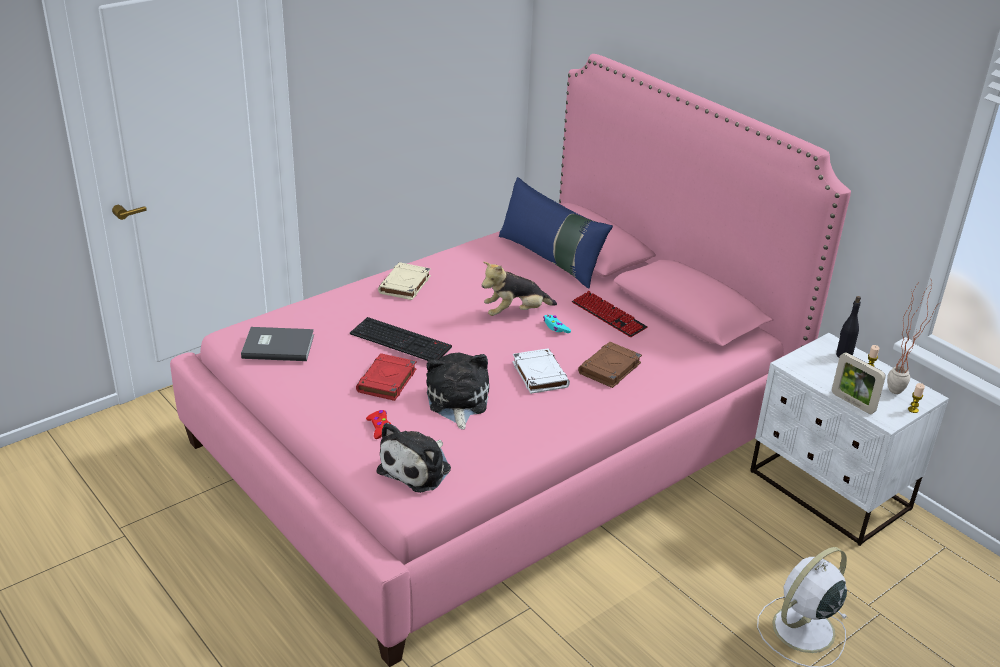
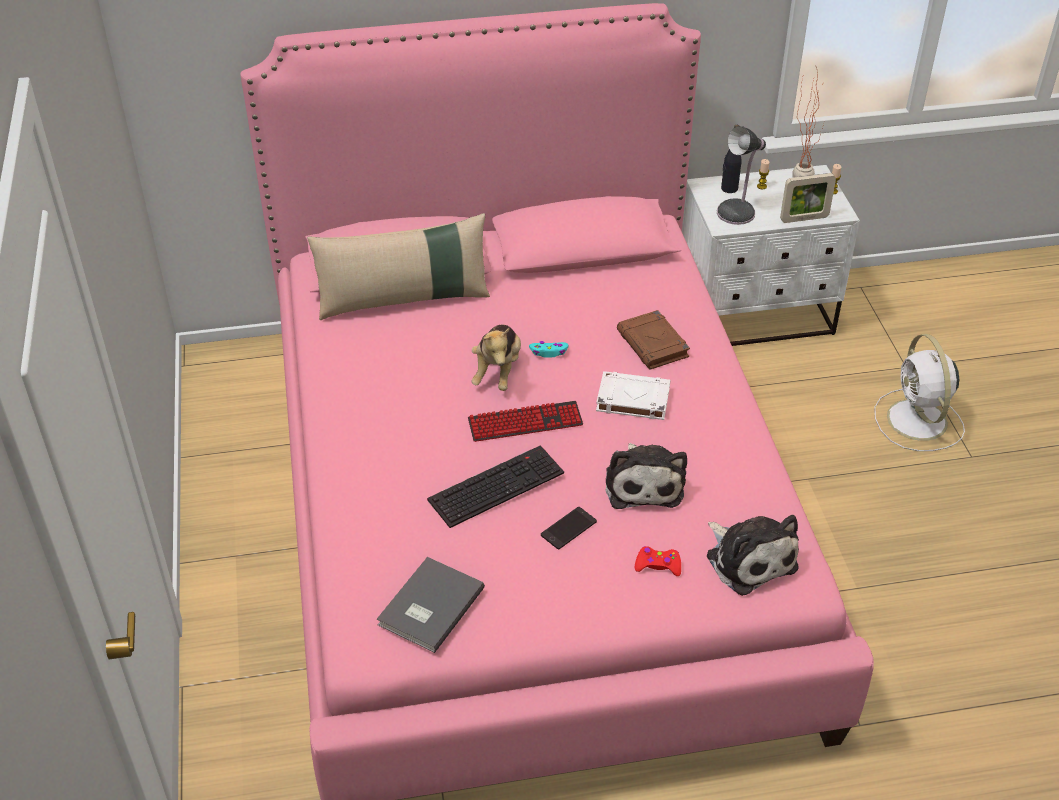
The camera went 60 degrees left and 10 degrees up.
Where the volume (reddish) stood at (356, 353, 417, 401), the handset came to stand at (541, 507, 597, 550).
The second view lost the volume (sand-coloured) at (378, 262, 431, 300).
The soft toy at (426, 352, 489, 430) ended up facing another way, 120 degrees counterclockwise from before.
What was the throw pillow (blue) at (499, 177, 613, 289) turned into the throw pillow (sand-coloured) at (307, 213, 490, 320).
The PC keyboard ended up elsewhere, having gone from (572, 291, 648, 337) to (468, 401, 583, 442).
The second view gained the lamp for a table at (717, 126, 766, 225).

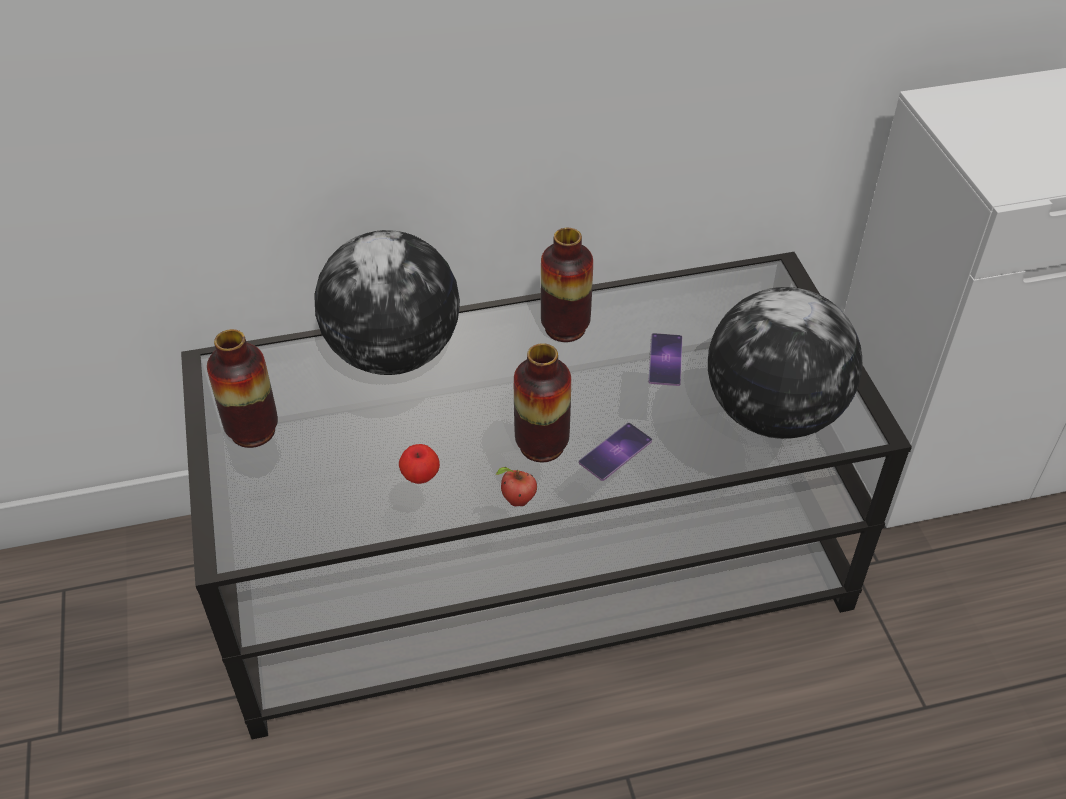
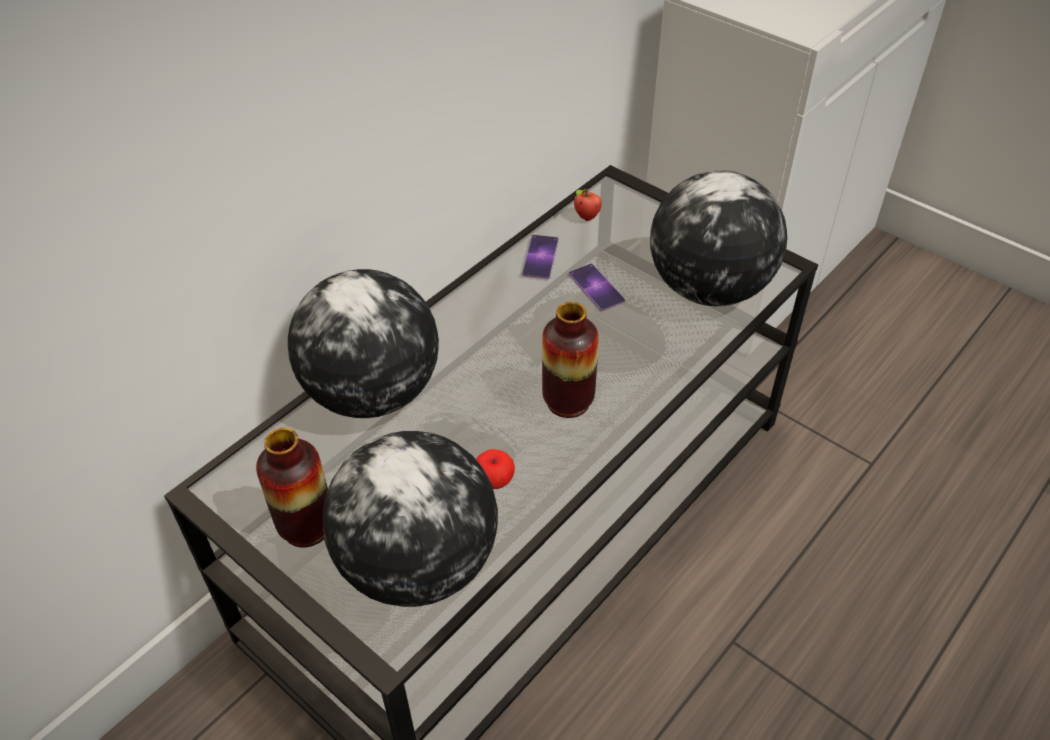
The camera went 35 degrees left and 0 degrees up.
The apple ended up elsewhere, having gone from (495, 467, 537, 506) to (574, 189, 602, 221).
The second view lost the flower vase at (541, 228, 593, 342).
The handset ended up elsewhere, having gone from (579, 423, 652, 481) to (522, 235, 559, 279).
The second view gained the world globe at (322, 431, 498, 607).

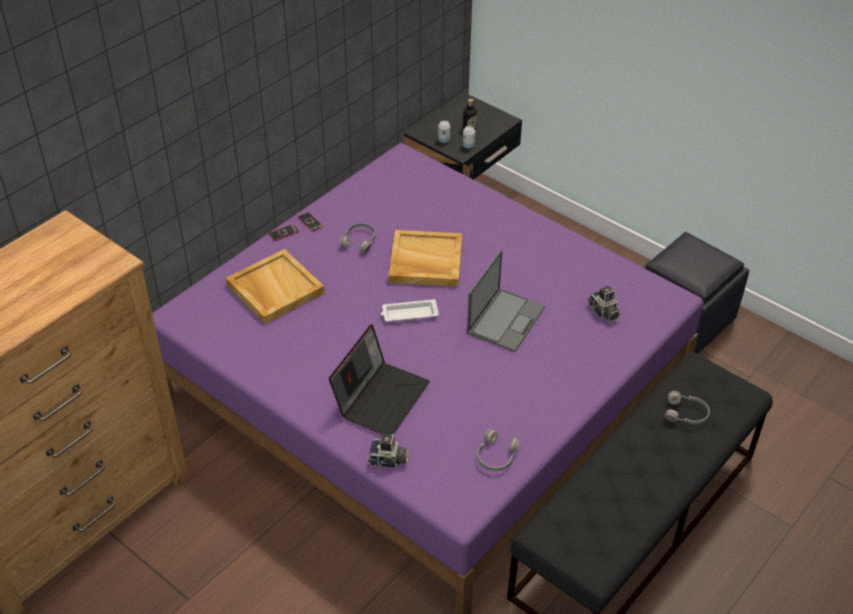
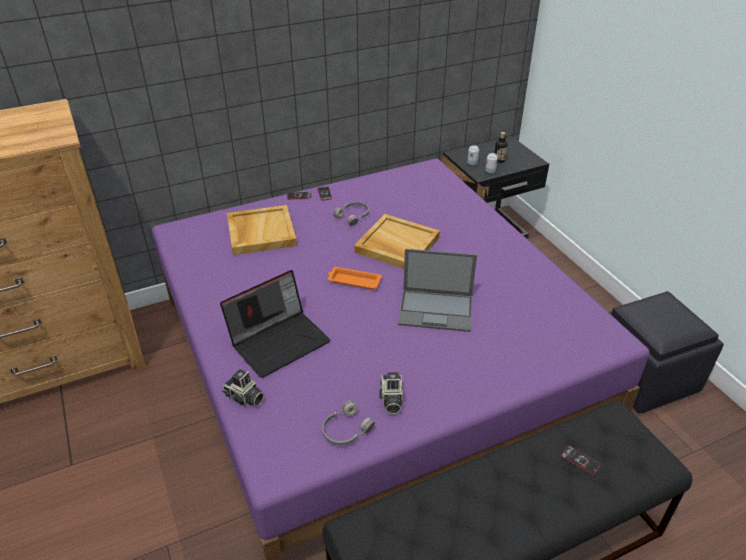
The camera went 25 degrees right and 5 degrees down.
What was the carrying tray (whitish) at (381, 299, 439, 322) turned into the carrying tray (orangey) at (328, 267, 382, 289).
The laptop at (467, 250, 545, 352) ended up facing another way, 45 degrees clockwise from before.
The still camera ended up elsewhere, having gone from (588, 286, 620, 322) to (379, 372, 403, 414).
Where the headset (gray) stood at (664, 391, 710, 424), the handset came to stand at (561, 446, 601, 475).

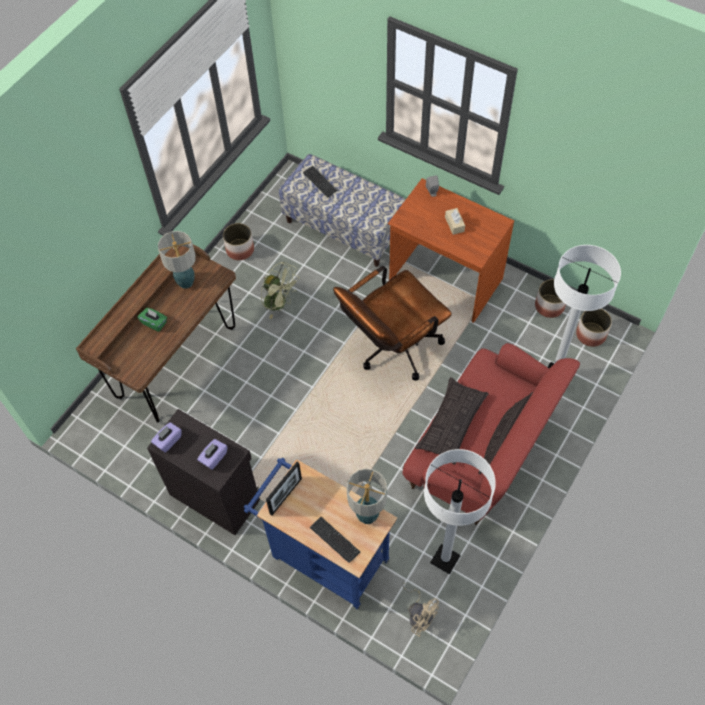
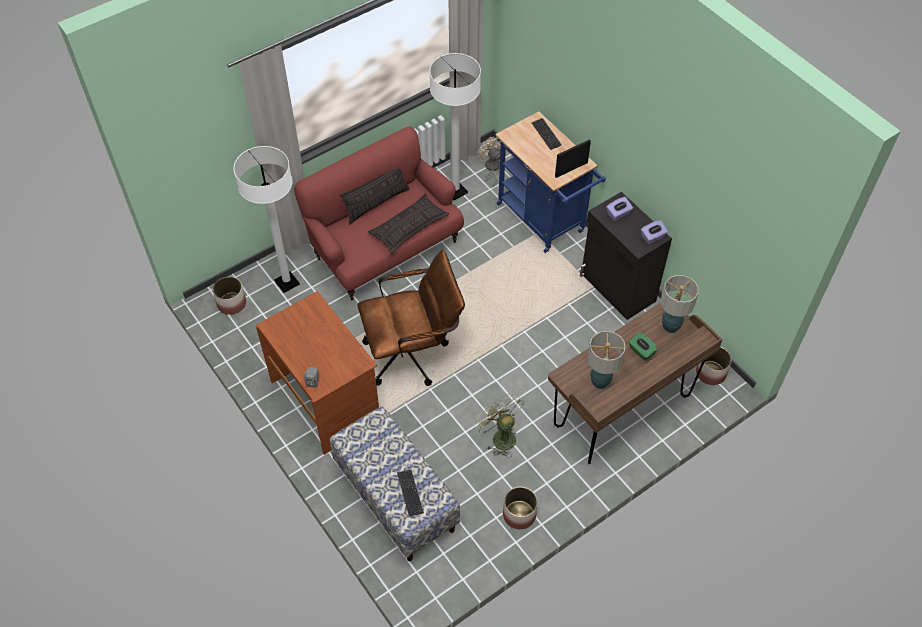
The camera went 160 degrees left and 5 degrees down.
The lamp for a table ended up elsewhere, having gone from (347, 468, 387, 524) to (661, 275, 699, 333).
The second view lost the tissue holder (sand-coloured) at (445, 208, 465, 235).
The flower pot ended up elsewhere, having gone from (535, 279, 566, 318) to (696, 347, 732, 385).

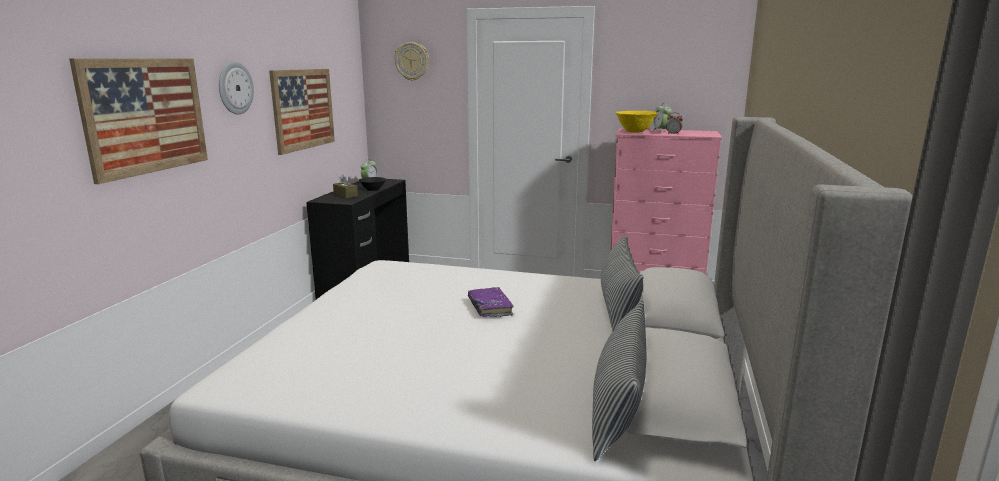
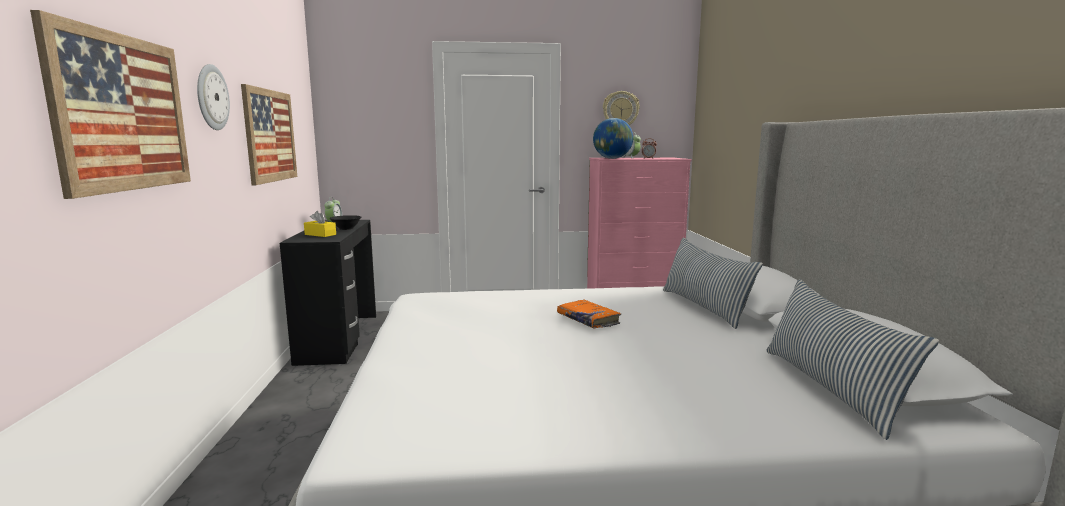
The camera went 20 degrees left and 5 degrees down.
What was the tissue holder (brown) at (333, 174, 358, 198) turned into the tissue holder (yellow) at (304, 211, 336, 237).
The hanging clock ended up elsewhere, having gone from (394, 42, 429, 81) to (603, 91, 640, 125).
What was the volume (purple-coloured) at (468, 287, 514, 317) turned into the volume (orangey) at (557, 300, 621, 328).
Where the bowl (yellow) stood at (616, 111, 657, 133), the world globe came to stand at (593, 118, 633, 159).

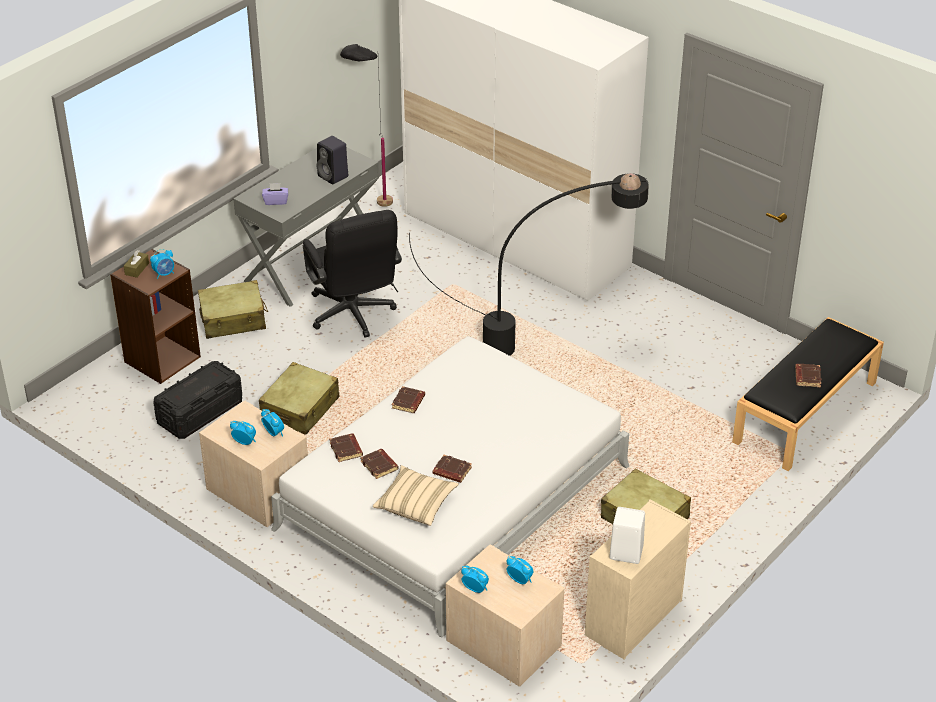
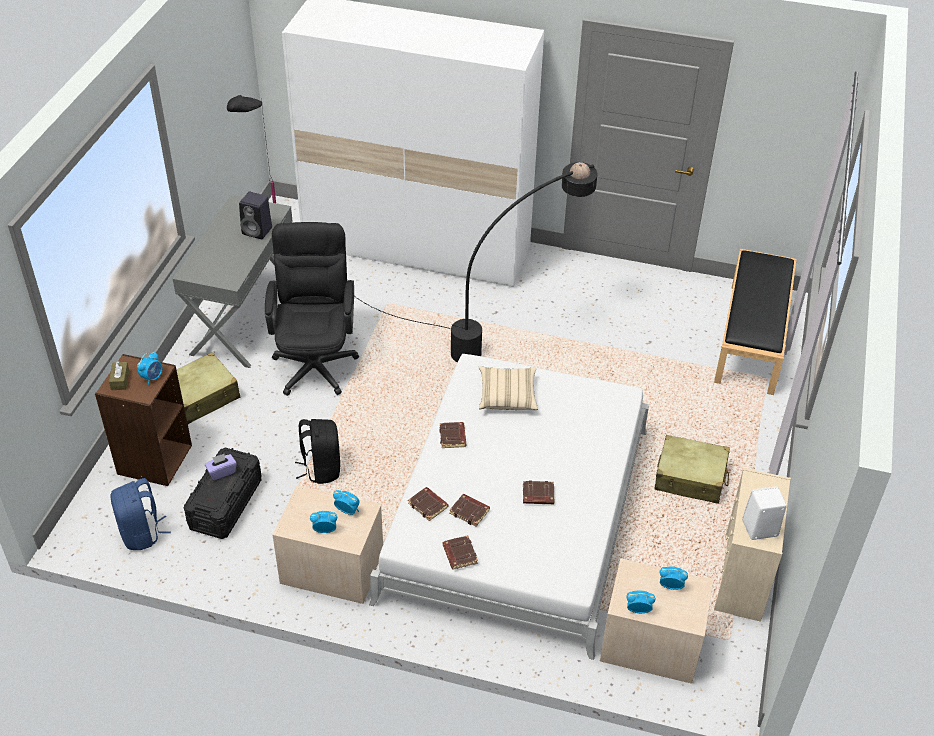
The camera went 25 degrees left and 5 degrees up.
Where the piece of luggage (sand-coloured) stood at (259, 362, 339, 435), the rucksack (blackish) came to stand at (295, 419, 340, 484).
The tissue holder (purple-coloured) ended up elsewhere, having gone from (262, 183, 288, 205) to (205, 454, 237, 480).
The desk chair (blackish) at (303, 210, 402, 337) ended up facing another way, 135 degrees counterclockwise from before.
The throw pillow (sand-coloured) ended up elsewhere, having gone from (373, 465, 459, 526) to (479, 366, 538, 410).
The volume (brown) ended up elsewhere, having gone from (795, 364, 822, 387) to (443, 535, 478, 569).
The second view gained the rucksack (blue) at (110, 478, 171, 550).

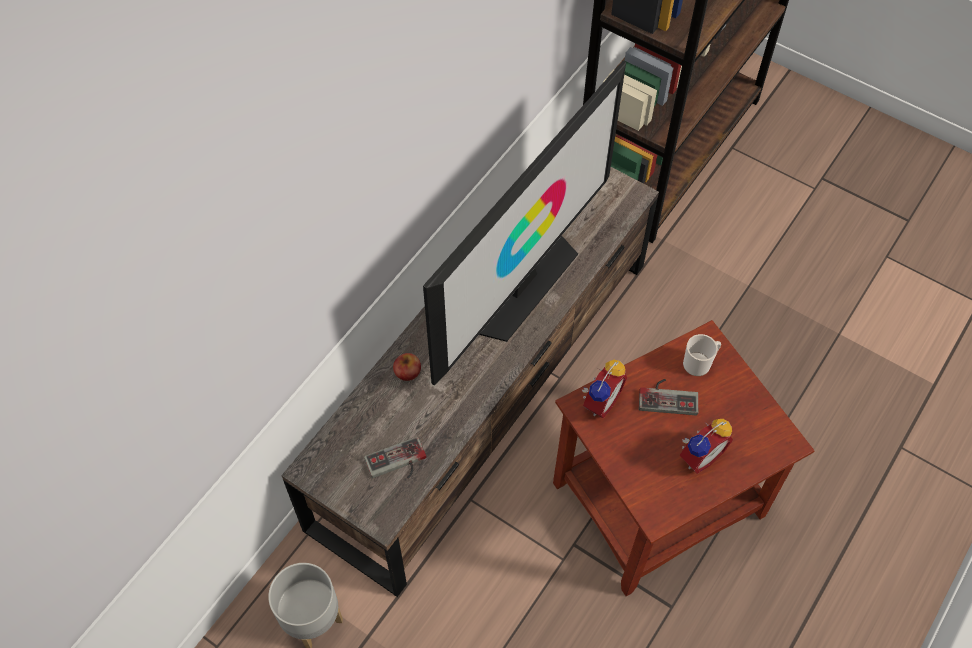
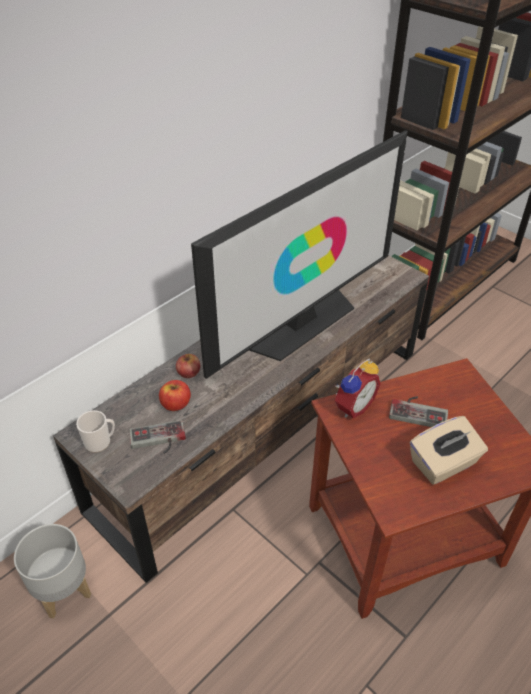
The camera went 10 degrees right and 15 degrees down.
Where the alarm clock stood at (680, 419, 733, 474), the tissue holder (sand-coloured) came to stand at (410, 416, 488, 485).
The mug ended up elsewhere, having gone from (683, 334, 721, 376) to (76, 410, 115, 453).
The second view gained the apple at (159, 380, 191, 411).

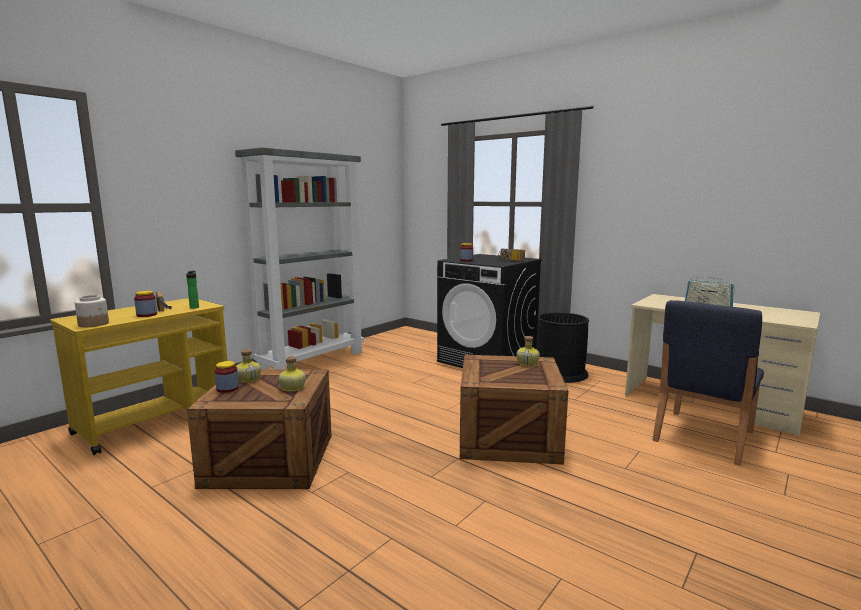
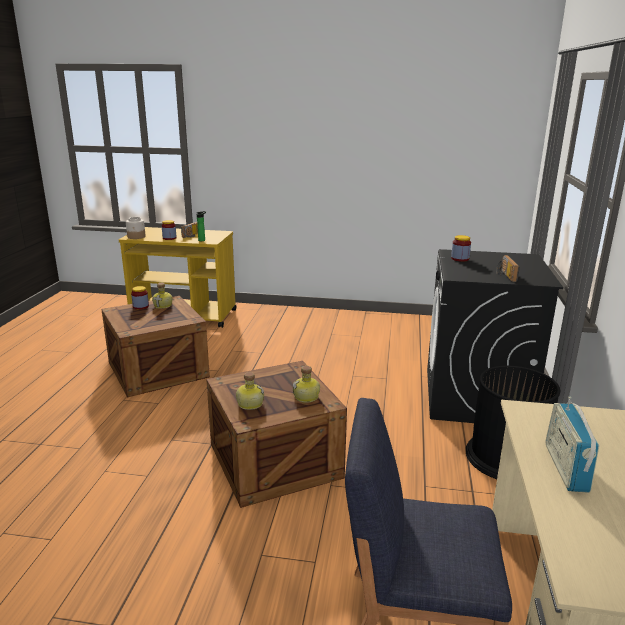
The camera went 60 degrees right and 10 degrees up.
The second view lost the bookshelf (gray) at (235, 147, 364, 369).
The beverage bottle ended up elsewhere, having gone from (278, 356, 306, 392) to (236, 372, 264, 410).

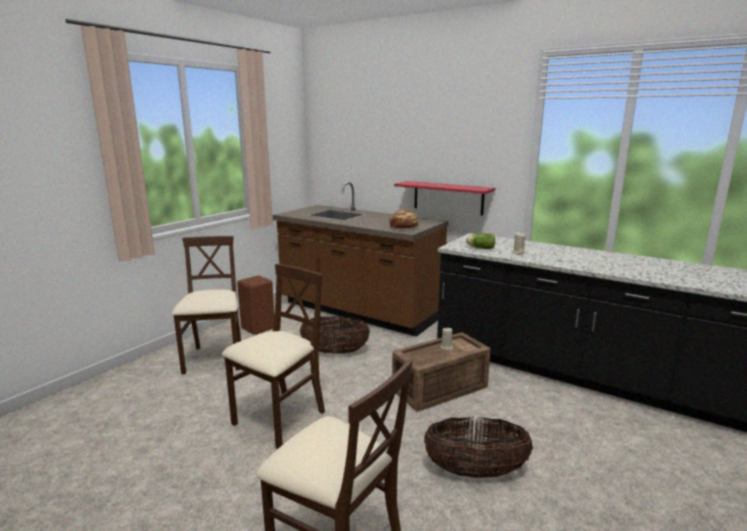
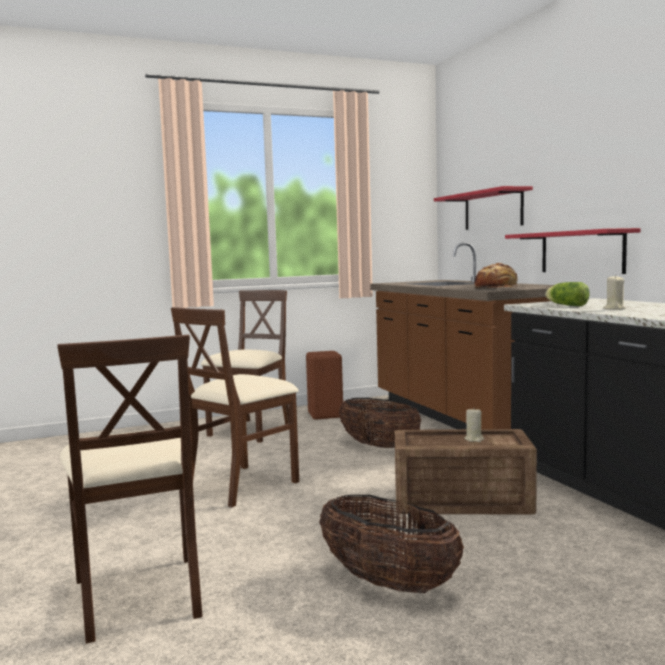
The camera went 35 degrees right and 10 degrees down.
The plain chair (sand-coloured) at (222, 264, 325, 449) ended up facing another way, 150 degrees clockwise from before.
The second view gained the shelf (reddish) at (434, 186, 533, 230).

